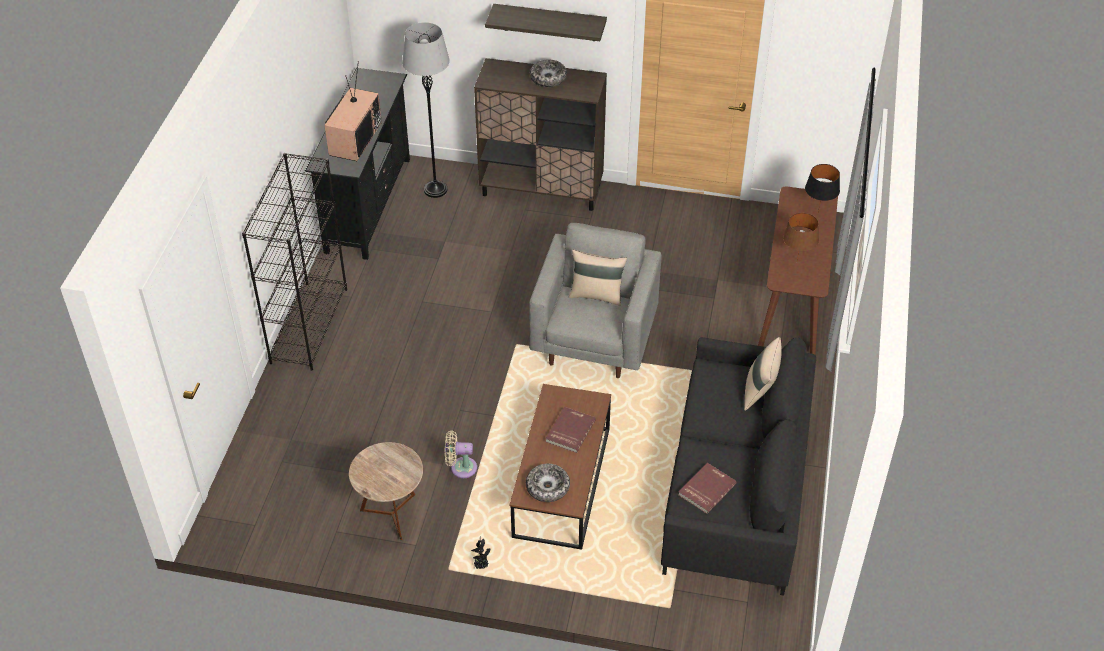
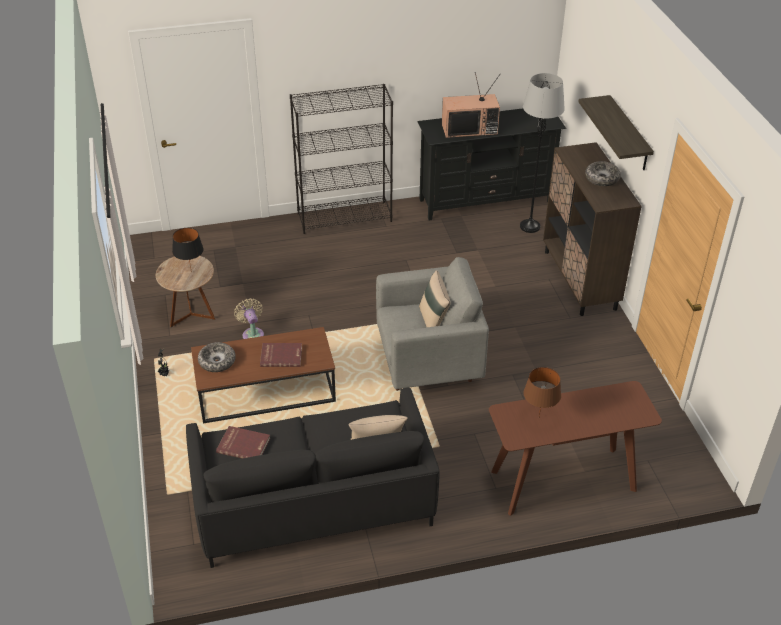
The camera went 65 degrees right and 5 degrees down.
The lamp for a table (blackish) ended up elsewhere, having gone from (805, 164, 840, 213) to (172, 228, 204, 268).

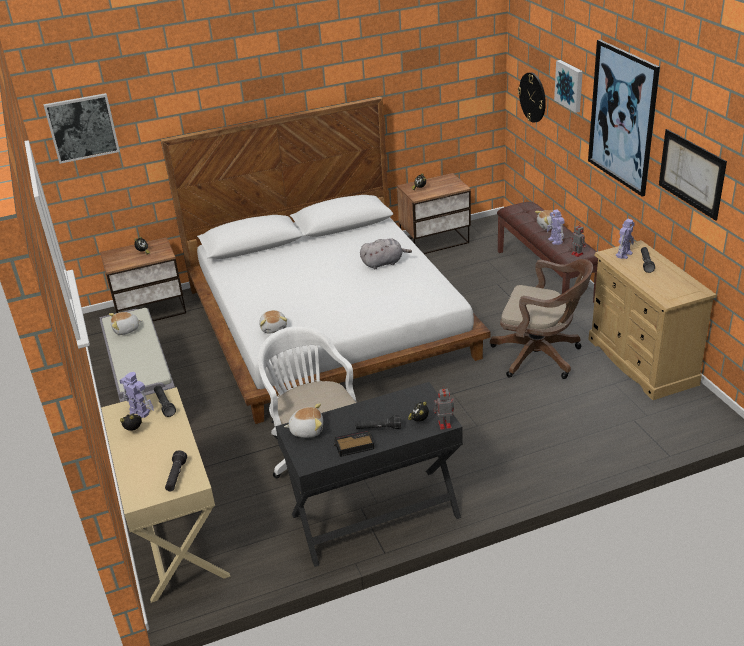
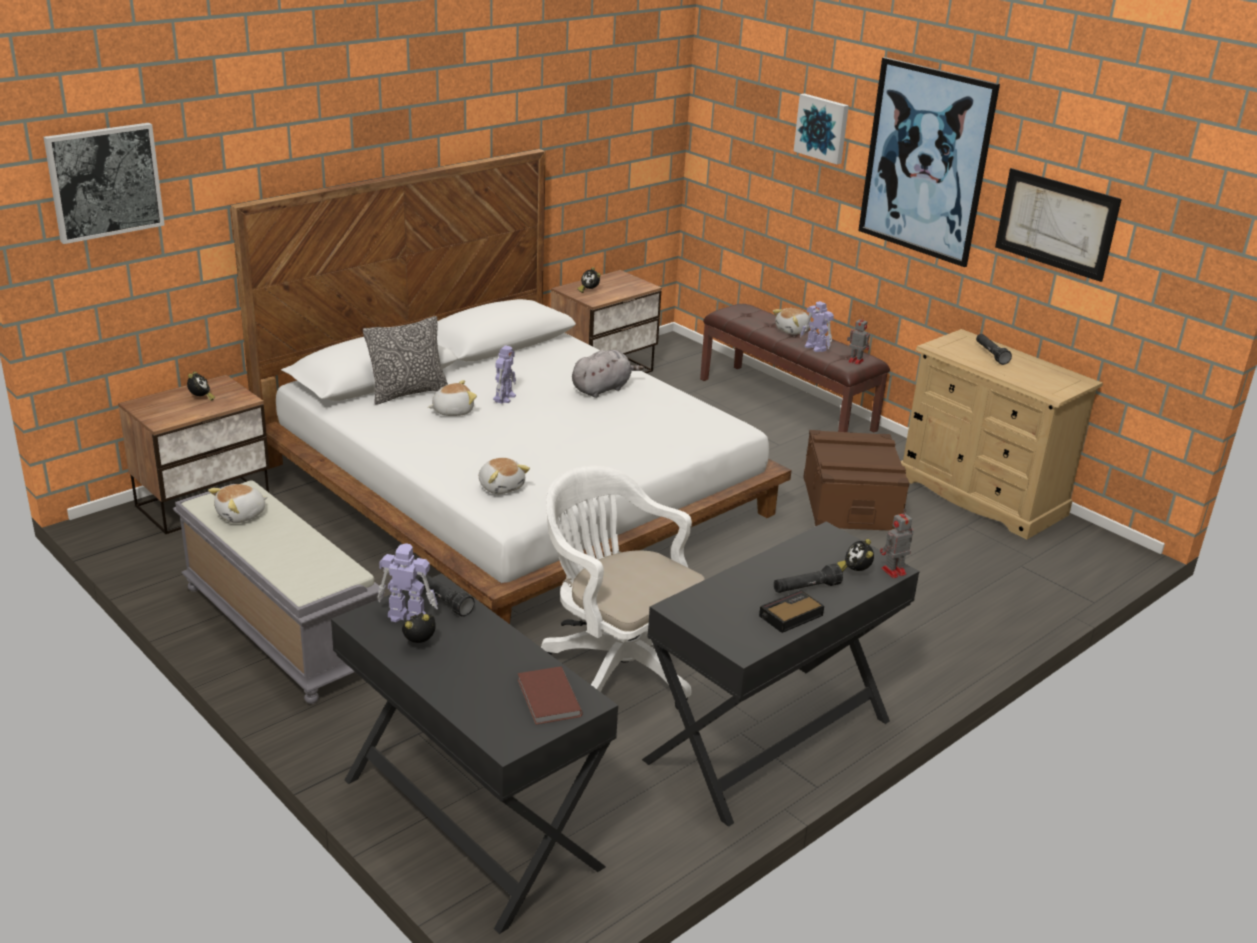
The camera went 25 degrees left and 5 degrees down.
What was the desk table (sand-coloured) at (101, 387, 230, 603) turned into the desk table (blackish) at (331, 574, 618, 934).
Where the hand torch (blackish) stood at (165, 450, 187, 491), the volume (brown) came to stand at (518, 666, 583, 725).
The soft toy ended up elsewhere, having gone from (284, 403, 323, 438) to (428, 380, 477, 416).
Where the desk chair (brown) stood at (490, 259, 593, 379), the storage container (brown) came to stand at (803, 430, 910, 531).
The second view lost the hanging clock at (518, 72, 546, 123).
The model robot ended up elsewhere, having gone from (616, 219, 635, 259) to (493, 345, 516, 403).
The second view gained the throw pillow at (363, 316, 448, 405).

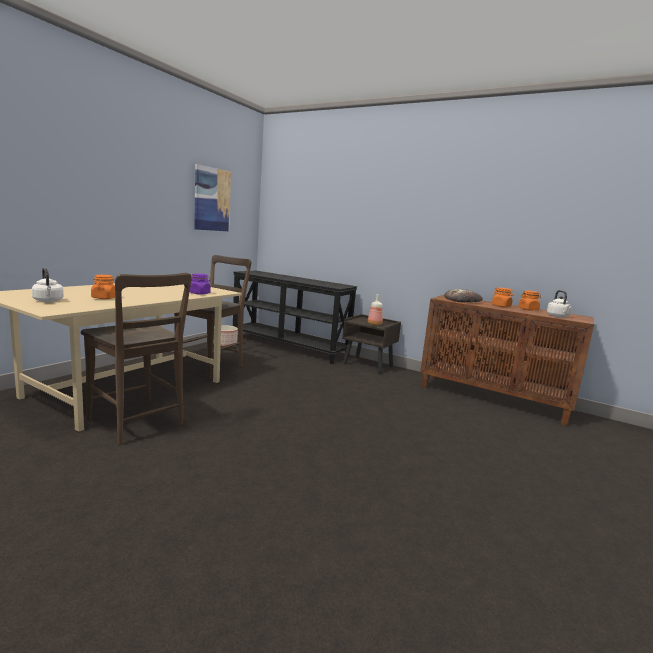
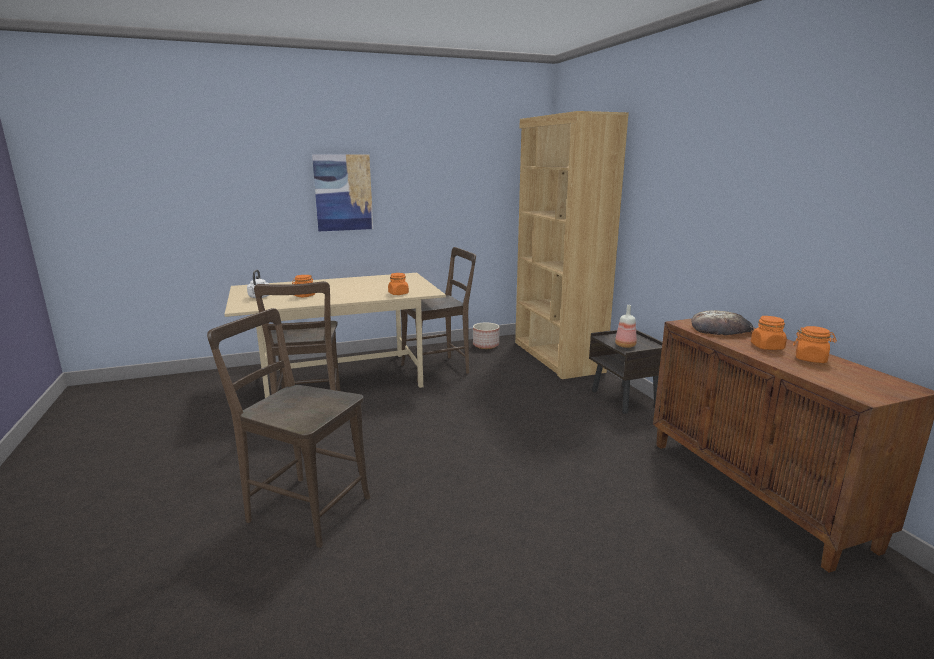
The camera went 40 degrees right and 5 degrees up.
What was the preserve jar (purple-coloured) at (190, 273, 211, 295) turned into the preserve jar (orangey) at (388, 273, 409, 295).
The picture ended up elsewhere, having gone from (194, 164, 231, 231) to (312, 154, 373, 231).
Where the narrow table (blackish) stood at (233, 270, 357, 364), the bookshelf (brown) came to stand at (515, 111, 629, 379).
The second view lost the tea kettle (whitish) at (547, 290, 572, 317).
The second view gained the plain chair (brown) at (207, 308, 371, 548).

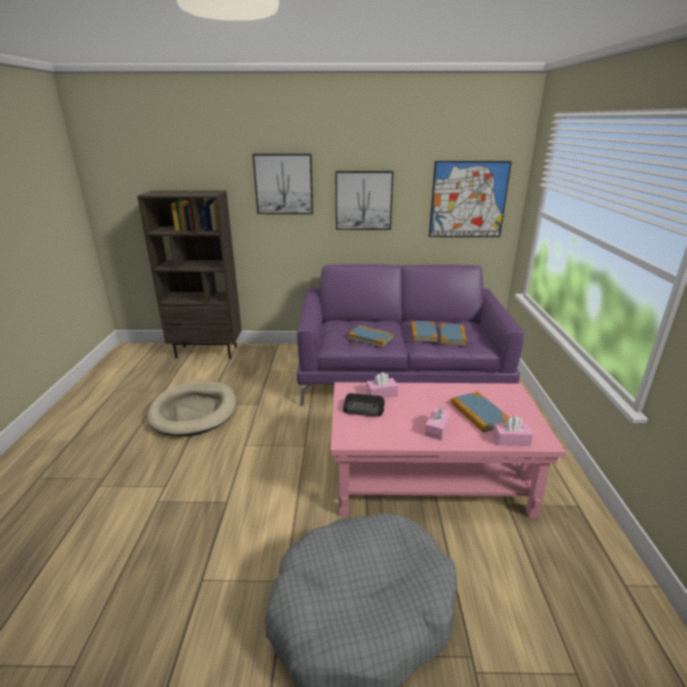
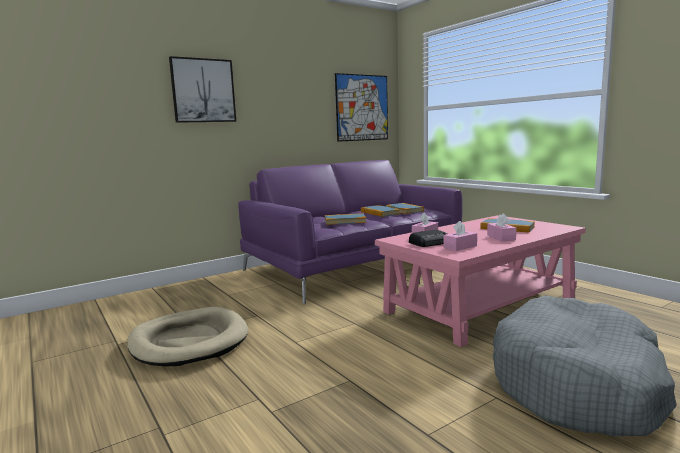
The camera went 35 degrees left and 15 degrees down.
The second view lost the bookshelf (brown) at (137, 190, 242, 359).
The second view lost the picture at (336, 171, 393, 230).
The tissue holder (pink-coloured) ended up elsewhere, having gone from (493, 416, 533, 446) to (444, 221, 477, 251).

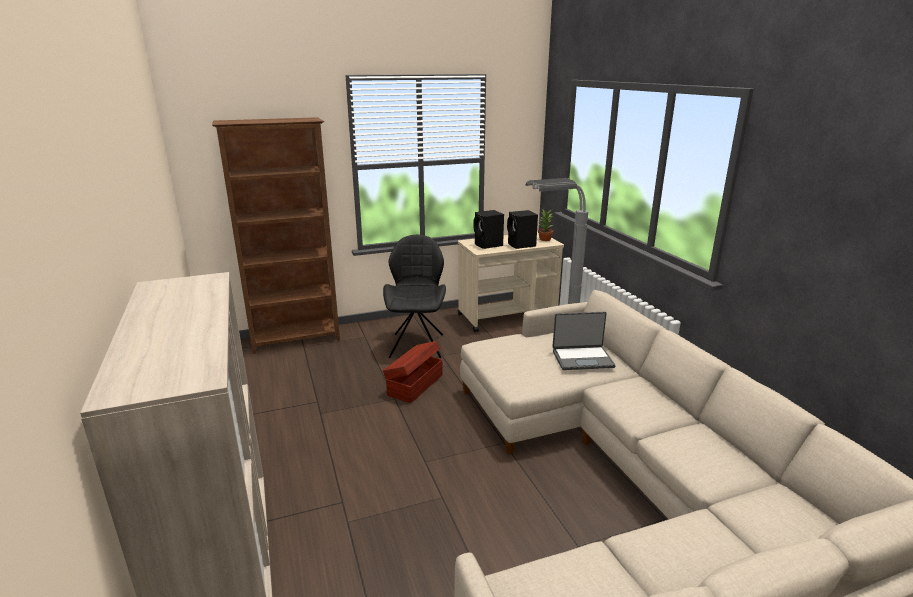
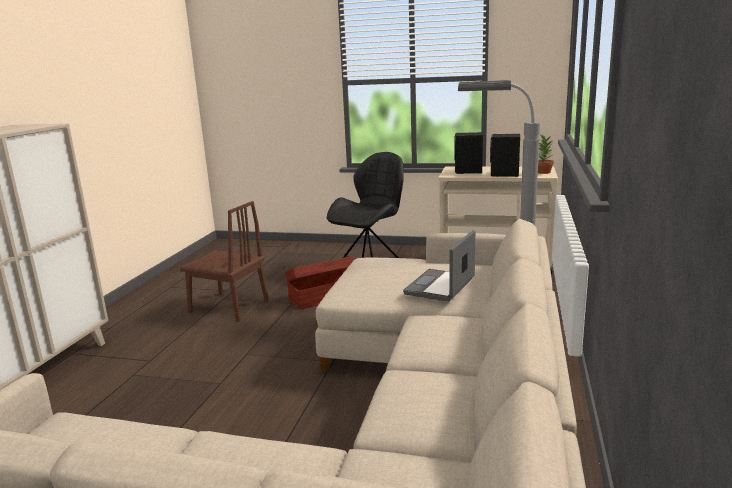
The camera went 35 degrees right and 5 degrees down.
The second view lost the bookshelf (brown) at (212, 117, 340, 354).
The laptop at (552, 312, 616, 370) ended up facing another way, 90 degrees clockwise from before.
The second view gained the plain chair (brown) at (180, 201, 269, 322).

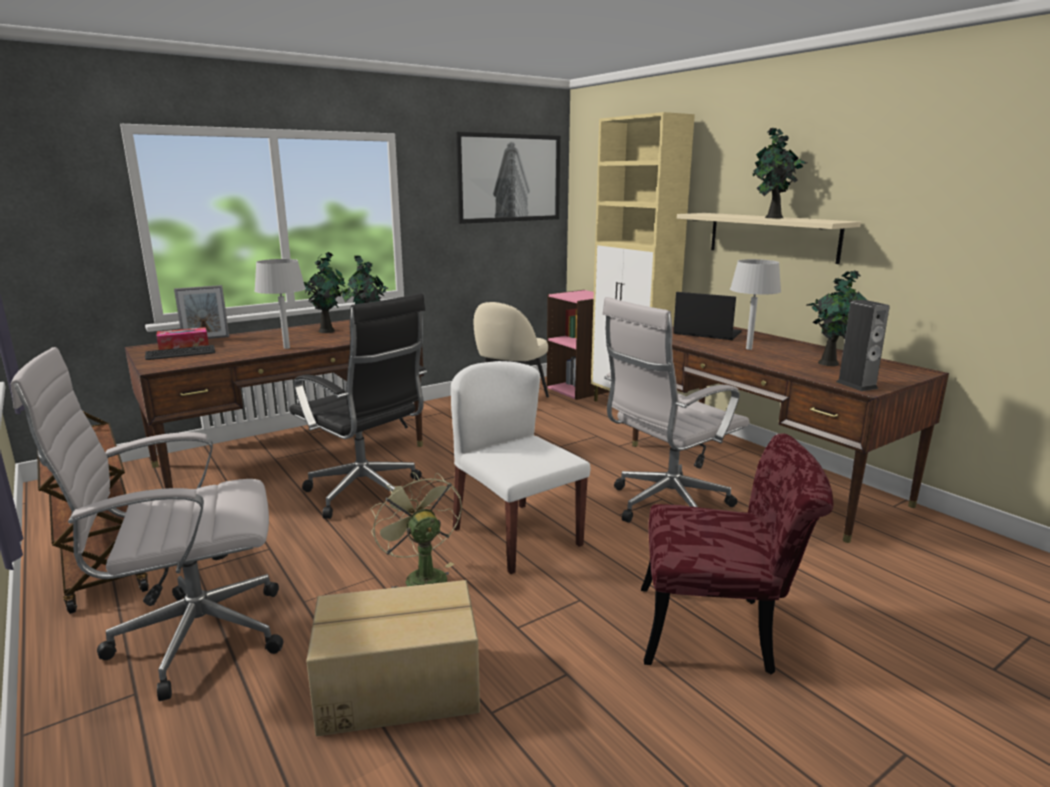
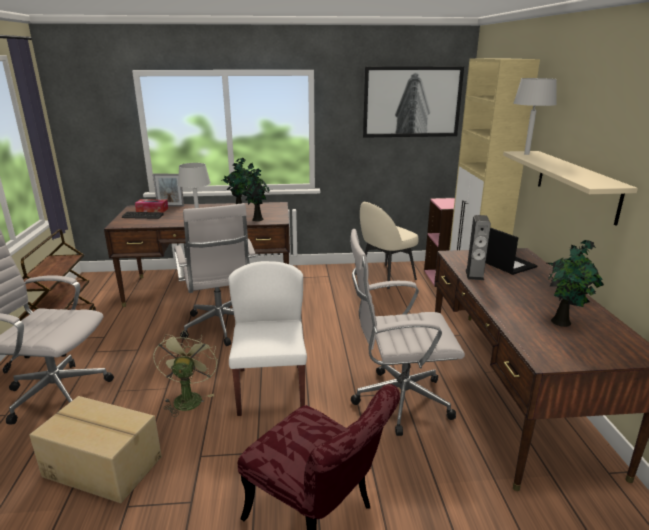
The camera went 30 degrees right and 5 degrees up.
What was the desk chair (blackish) at (290, 293, 427, 519) turned into the desk chair (whitish) at (174, 203, 256, 346).
The lamp for a table (gray) ended up elsewhere, having gone from (730, 259, 781, 350) to (513, 78, 557, 155).
The second view lost the plant in a pot at (753, 128, 808, 218).
The audio speaker ended up elsewhere, having gone from (836, 300, 889, 391) to (466, 215, 491, 280).

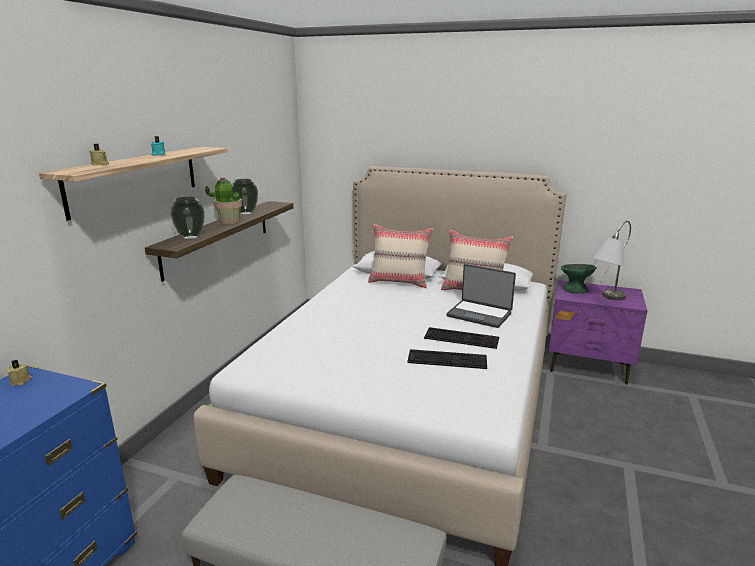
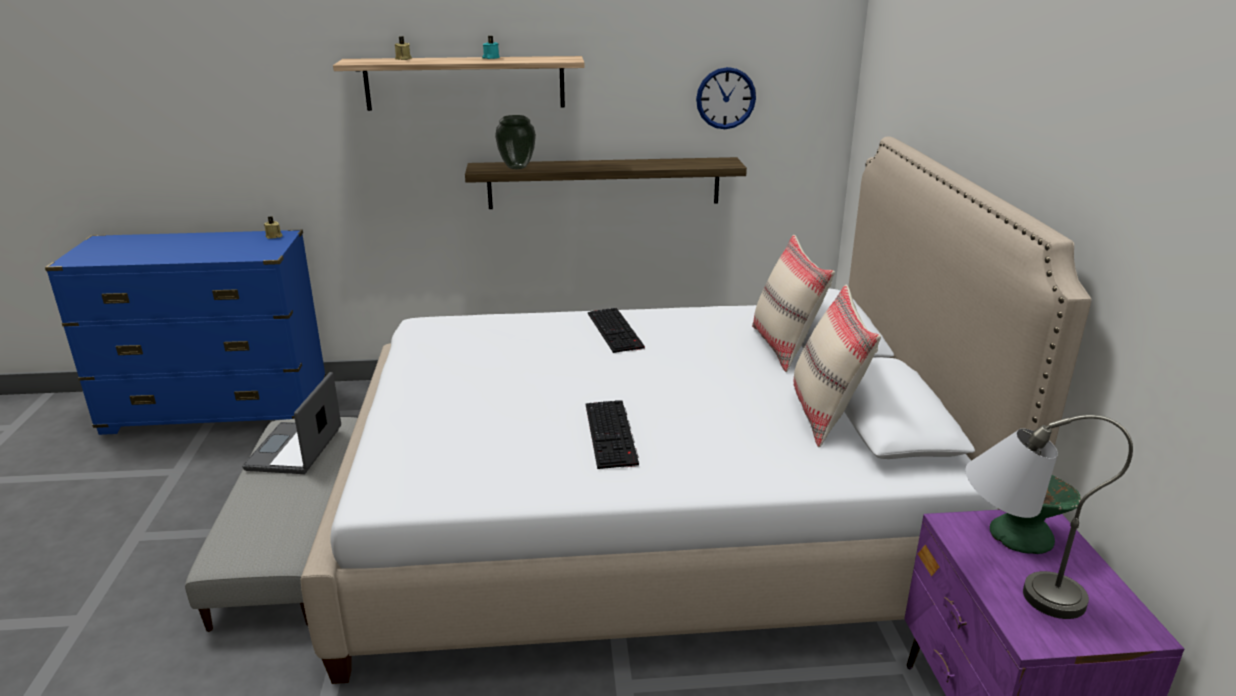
The camera went 65 degrees right and 5 degrees up.
The second view lost the plant in a pot at (205, 177, 242, 224).
The second view lost the flower vase at (232, 179, 258, 215).
The PC keyboard ended up elsewhere, having gone from (407, 349, 487, 369) to (588, 308, 645, 353).
The laptop ended up elsewhere, having gone from (446, 264, 516, 328) to (242, 372, 341, 474).
The second view gained the hanging clock at (696, 67, 756, 129).

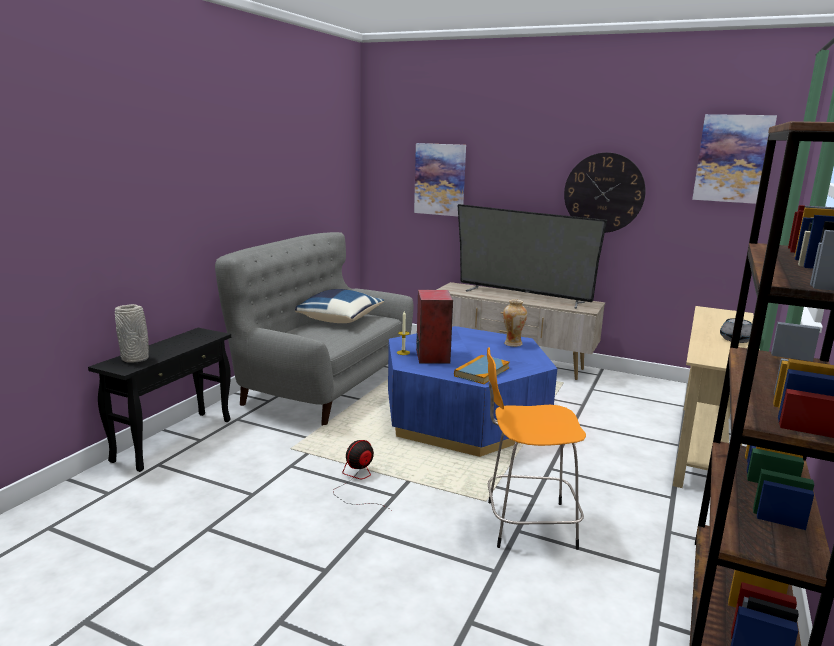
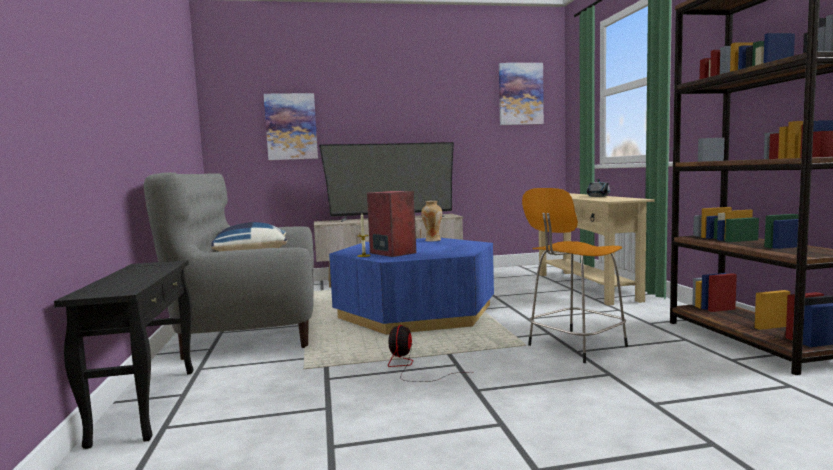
The camera went 35 degrees left and 10 degrees down.
The second view lost the flower vase (gray) at (115, 304, 149, 363).
The second view lost the volume at (454, 355, 510, 384).
The second view lost the hanging clock at (564, 152, 646, 233).

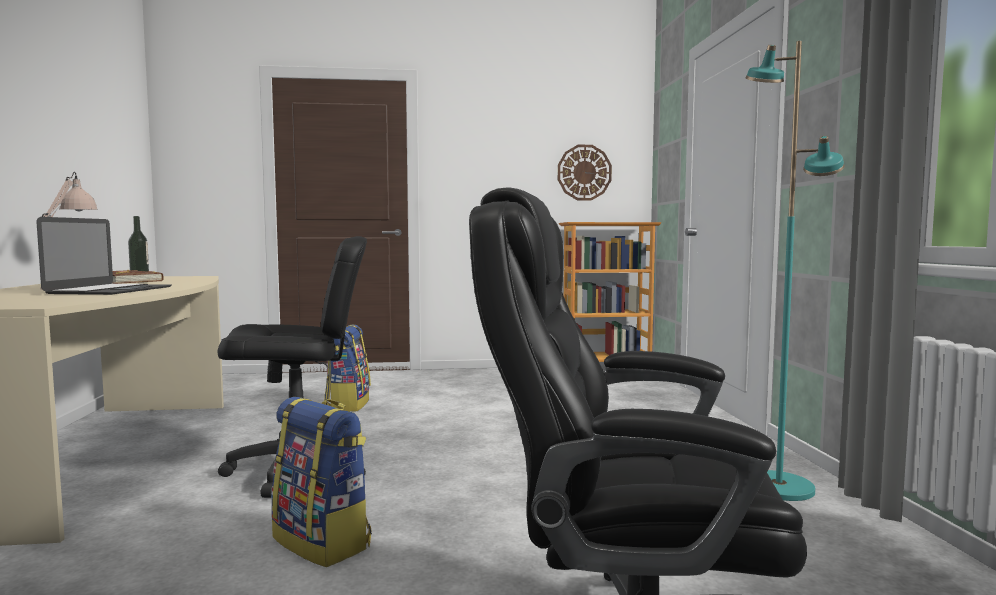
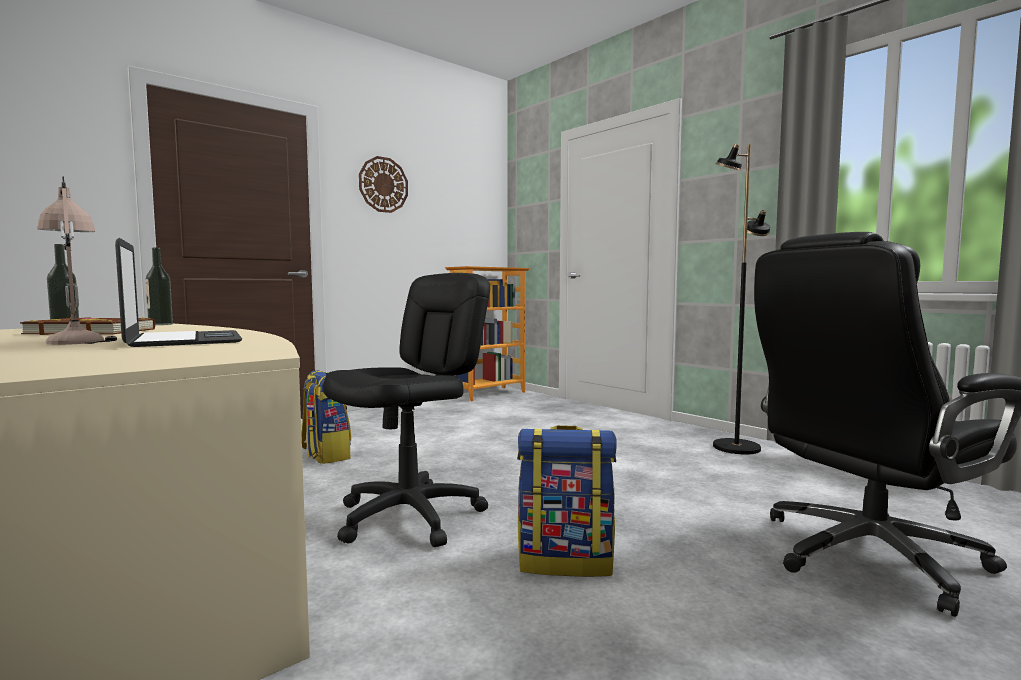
The camera went 35 degrees left and 0 degrees up.
The hanging clock ended up elsewhere, having gone from (558, 145, 612, 200) to (359, 156, 408, 213).
What was the standard lamp (blue-green) at (746, 41, 845, 501) turned into the standard lamp (blackish) at (713, 144, 770, 455).
The second view gained the beverage bottle at (145, 248, 173, 325).

